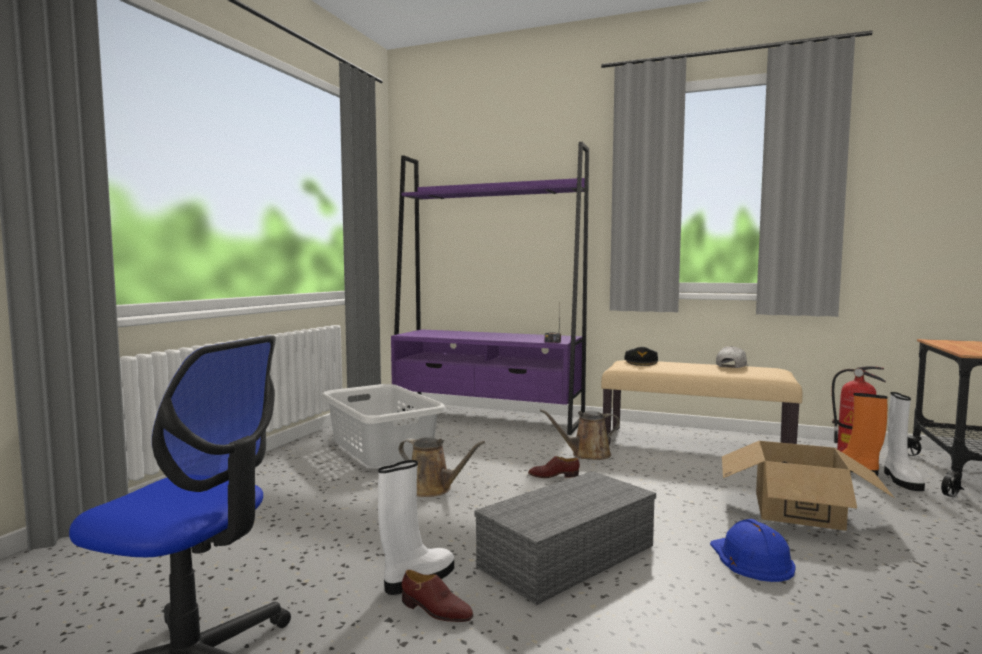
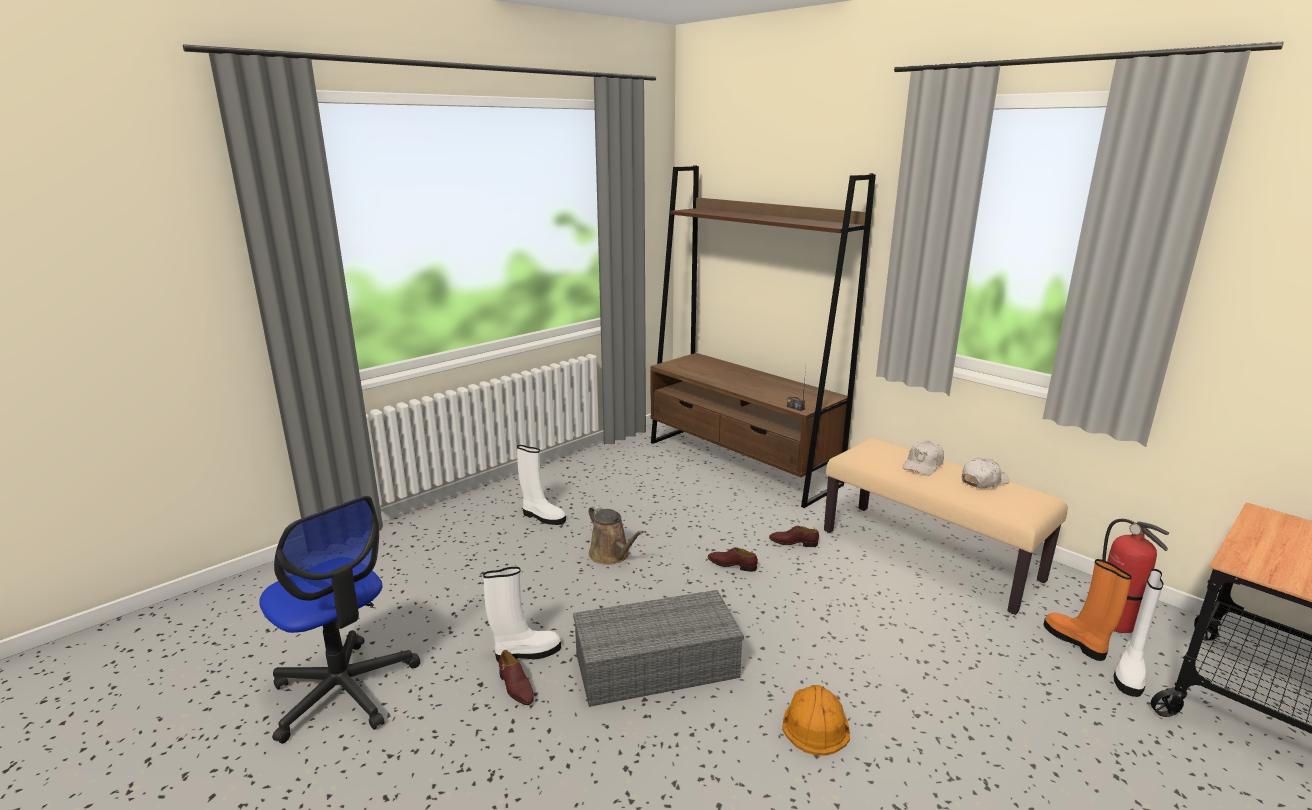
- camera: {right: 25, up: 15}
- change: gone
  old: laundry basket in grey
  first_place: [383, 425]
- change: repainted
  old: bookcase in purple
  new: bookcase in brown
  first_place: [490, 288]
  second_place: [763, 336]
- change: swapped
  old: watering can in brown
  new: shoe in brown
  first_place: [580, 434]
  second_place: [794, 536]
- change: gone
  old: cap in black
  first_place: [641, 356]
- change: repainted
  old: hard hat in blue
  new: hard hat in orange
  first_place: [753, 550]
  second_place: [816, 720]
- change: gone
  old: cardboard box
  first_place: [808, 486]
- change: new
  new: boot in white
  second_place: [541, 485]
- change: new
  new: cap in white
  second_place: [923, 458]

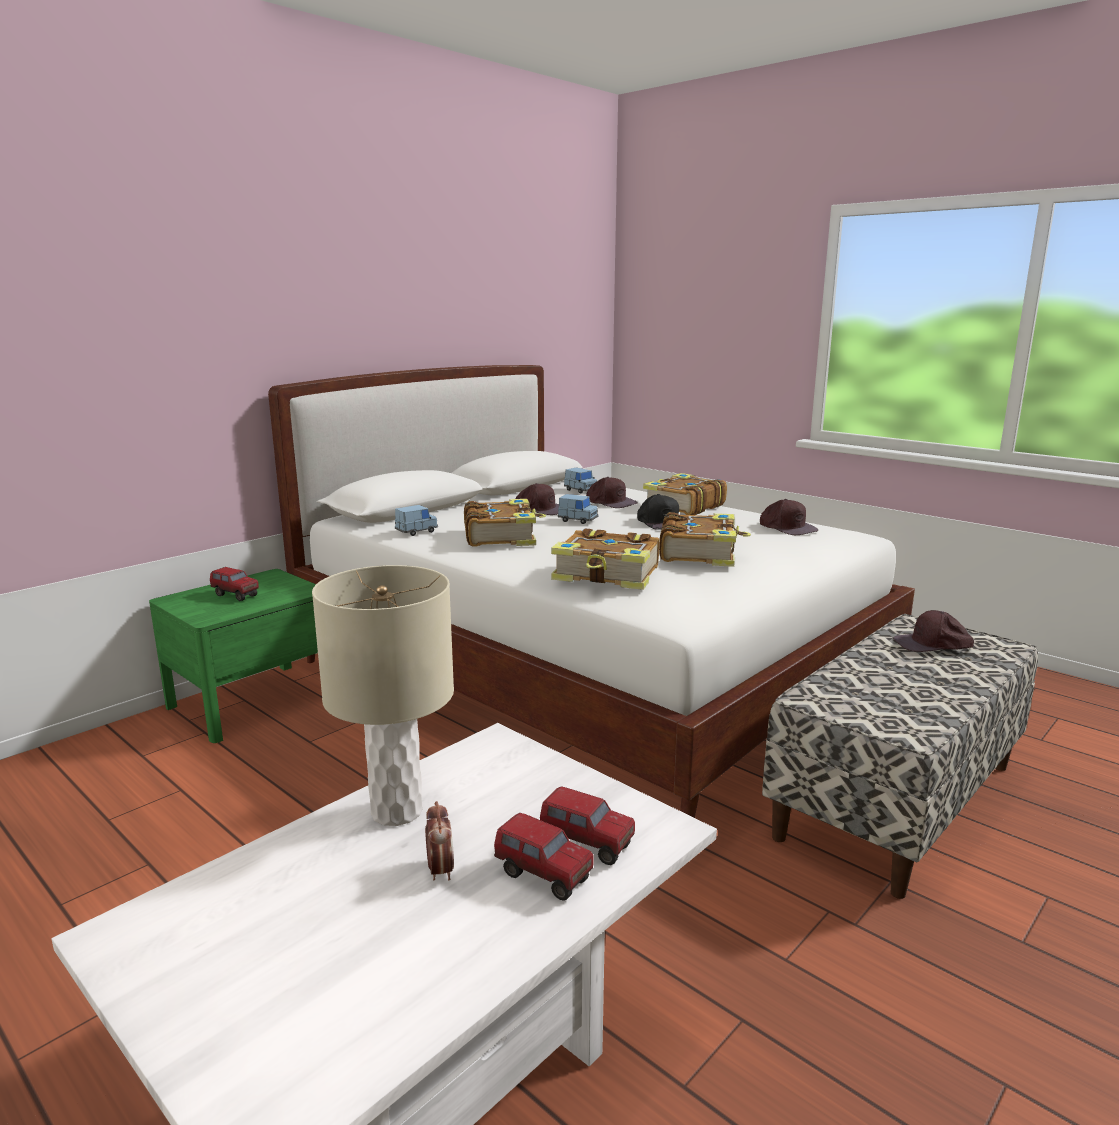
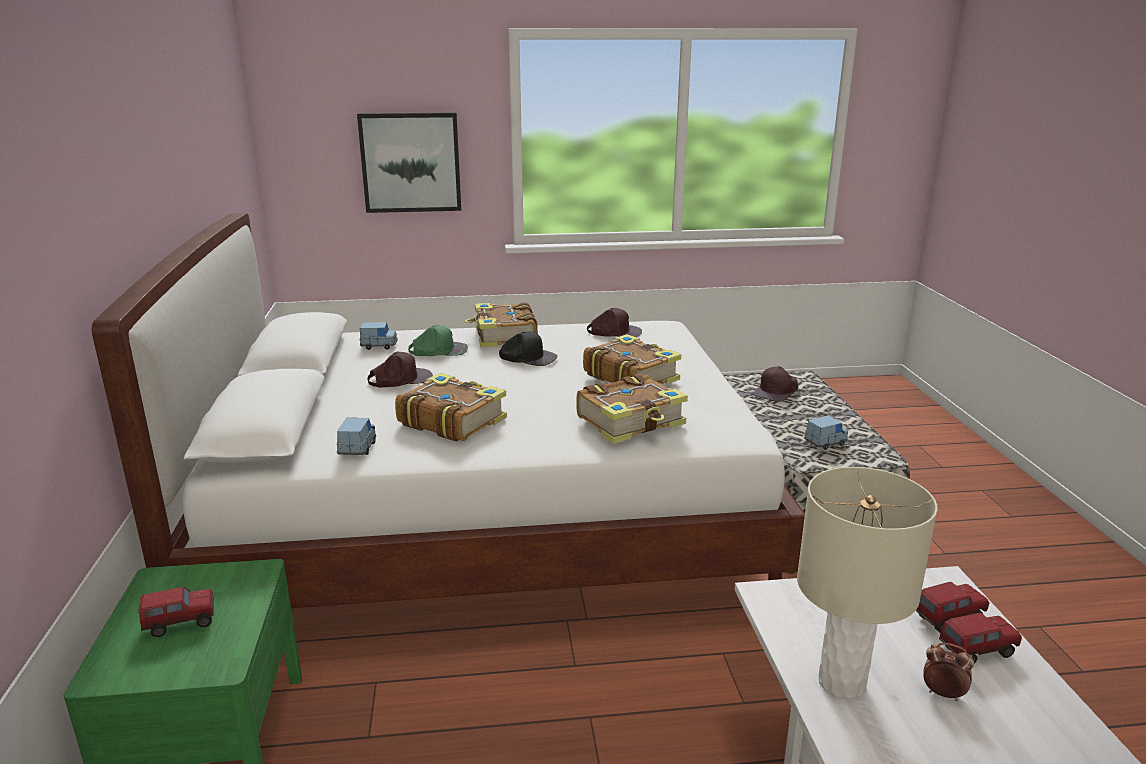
- camera: {right: -50, up: 5}
- change: shifted
  old: toy car in blue
  first_place: [578, 509]
  second_place: [826, 433]
- change: repainted
  old: cap in brown
  new: cap in green
  first_place: [612, 492]
  second_place: [438, 340]
- change: new
  new: picture
  second_place: [409, 162]

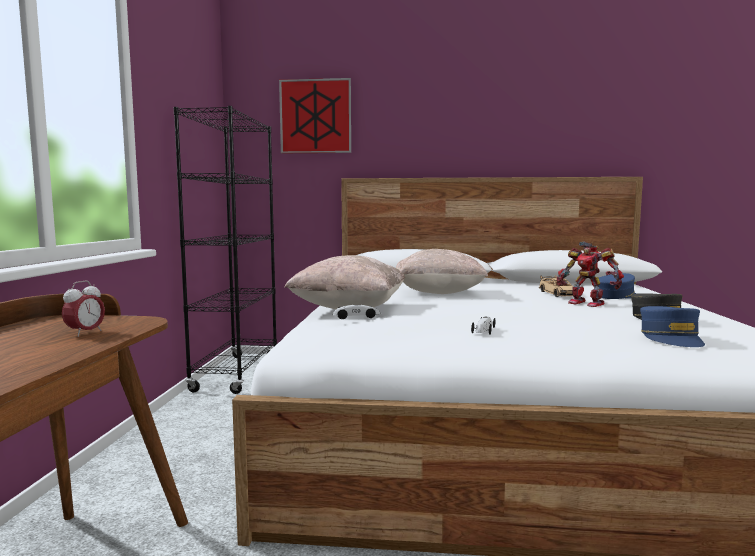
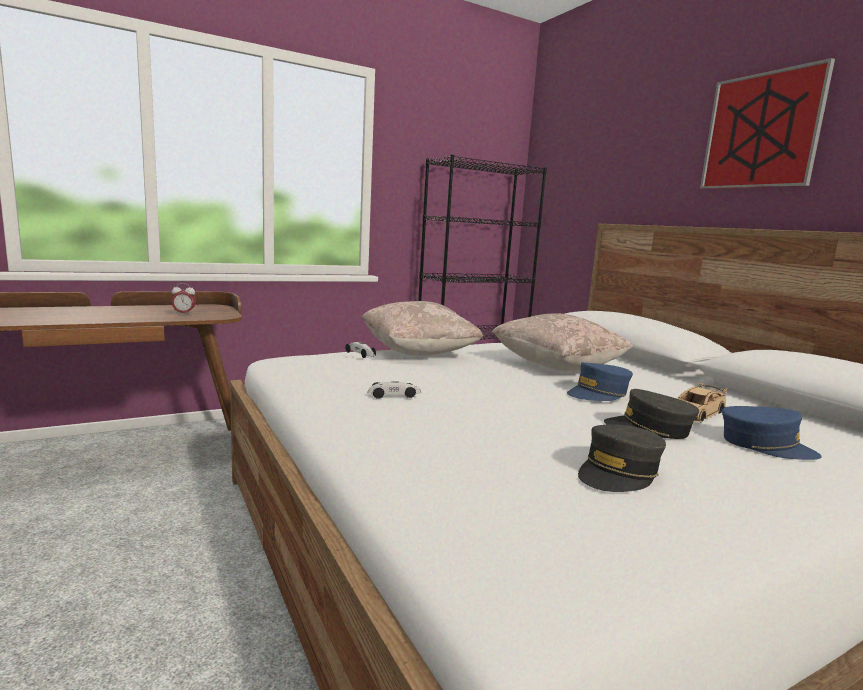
- camera: {right: 55, up: 5}
- change: shifted
  old: picture
  first_place: [315, 115]
  second_place: [767, 123]
- change: swapped
  old: toy robot
  new: cap in grey
  first_place: [590, 274]
  second_place: [651, 414]
- change: shifted
  old: cap in blue
  first_place: [672, 326]
  second_place: [600, 381]

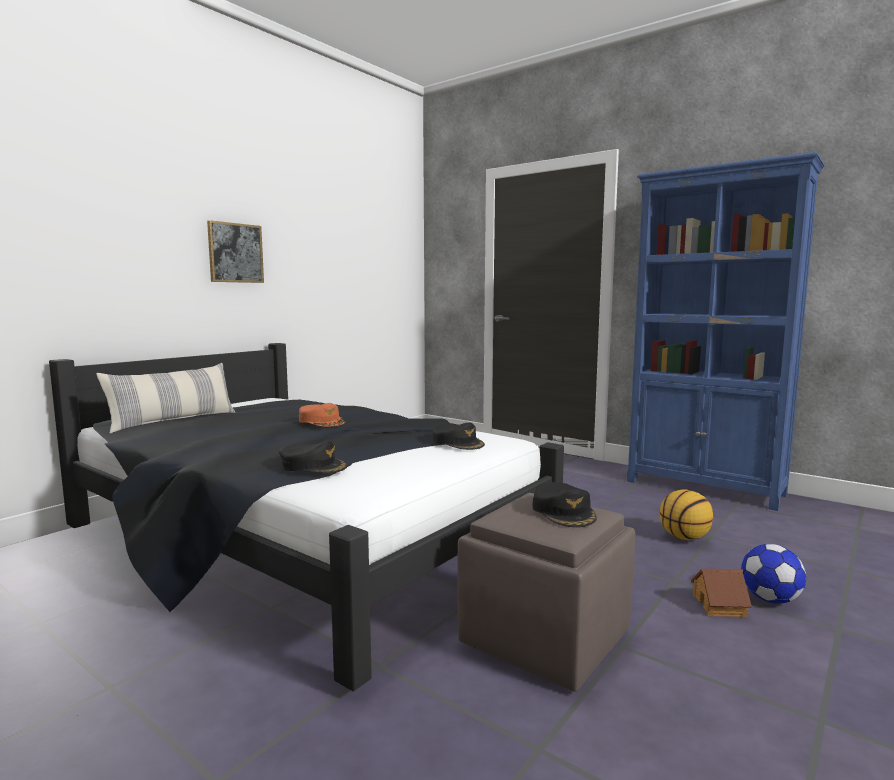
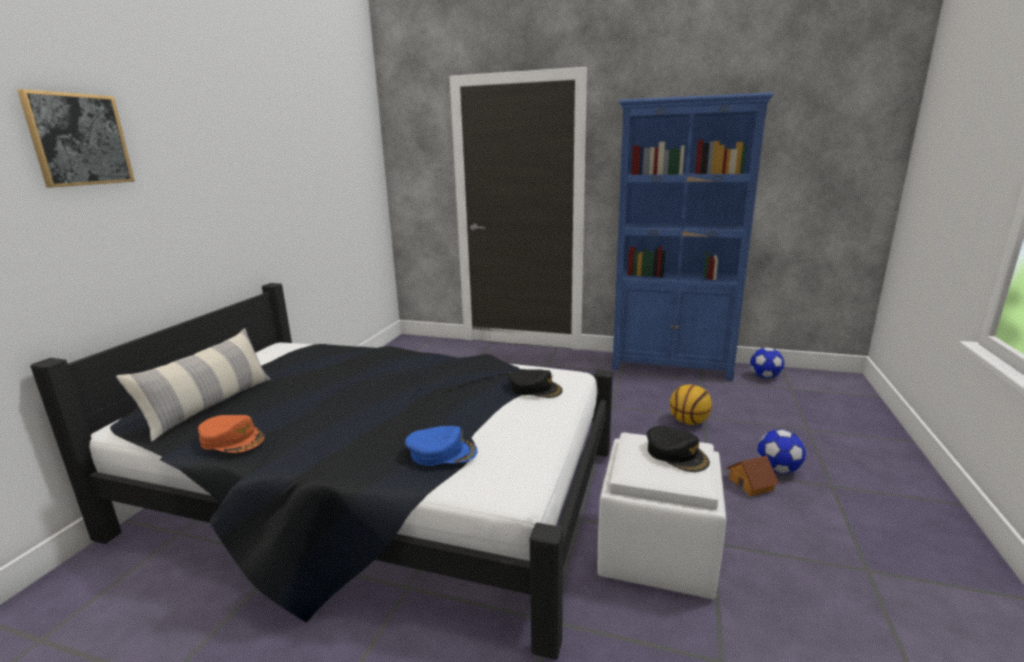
- camera: {right: -20, up: 10}
- change: shifted
  old: picture
  first_place: [235, 251]
  second_place: [76, 138]
- change: repainted
  old: cap in black
  new: cap in blue
  first_place: [313, 457]
  second_place: [441, 446]
- change: shifted
  old: cap in orange
  first_place: [322, 415]
  second_place: [231, 434]
- change: repainted
  old: ottoman in brown
  new: ottoman in white
  first_place: [546, 592]
  second_place: [662, 516]
- change: new
  new: football
  second_place: [767, 363]

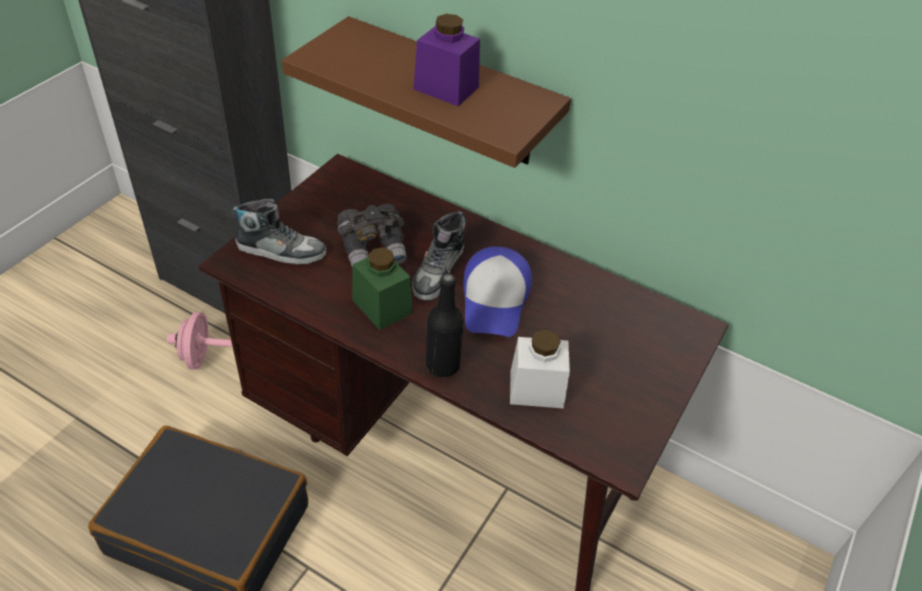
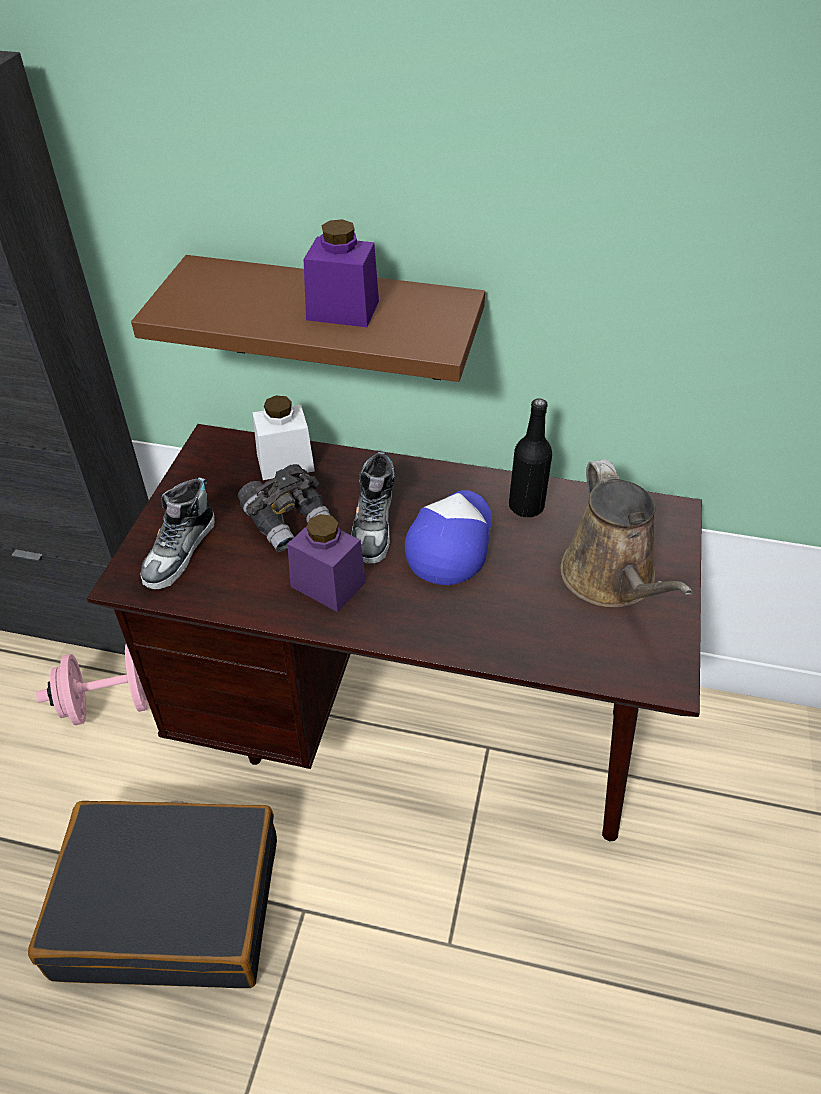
- camera: {right: -15, up: 0}
- change: rotated
  old: shoe
  first_place: [279, 231]
  second_place: [178, 533]
  degrees: 120
- change: repainted
  old: jar in green
  new: jar in purple
  first_place: [382, 288]
  second_place: [327, 563]
- change: shifted
  old: bottle in black
  first_place: [445, 325]
  second_place: [530, 458]
- change: rotated
  old: cap
  first_place: [497, 291]
  second_place: [448, 537]
  degrees: -150
- change: shifted
  old: jar in white
  first_place: [540, 369]
  second_place: [283, 438]
- change: new
  new: watering can in brown
  second_place: [626, 533]

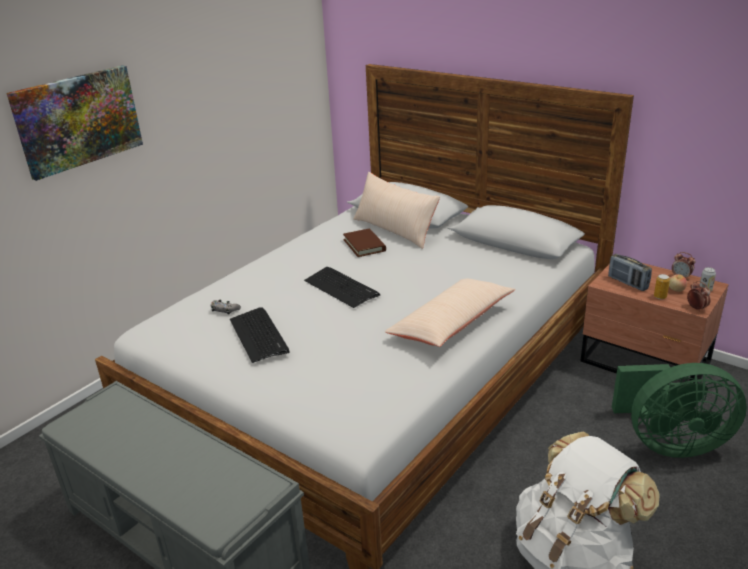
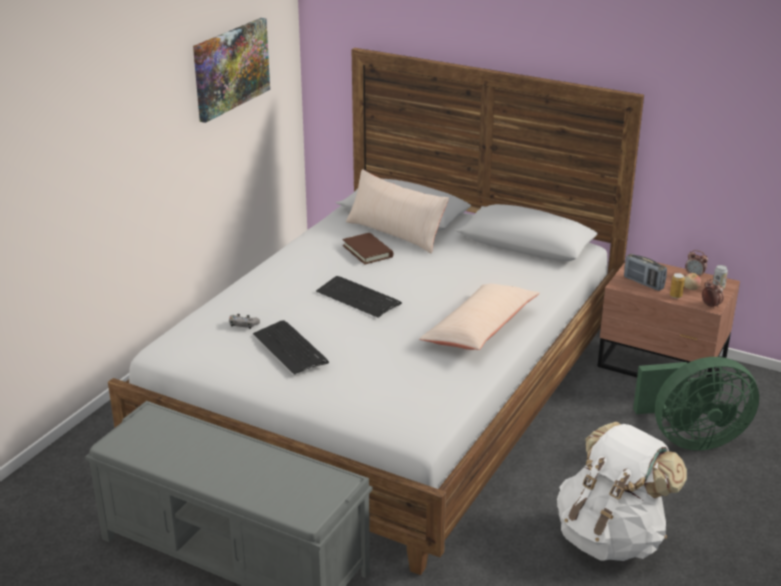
- camera: {right: -10, up: 0}
- change: shifted
  old: picture
  first_place: [74, 123]
  second_place: [231, 70]

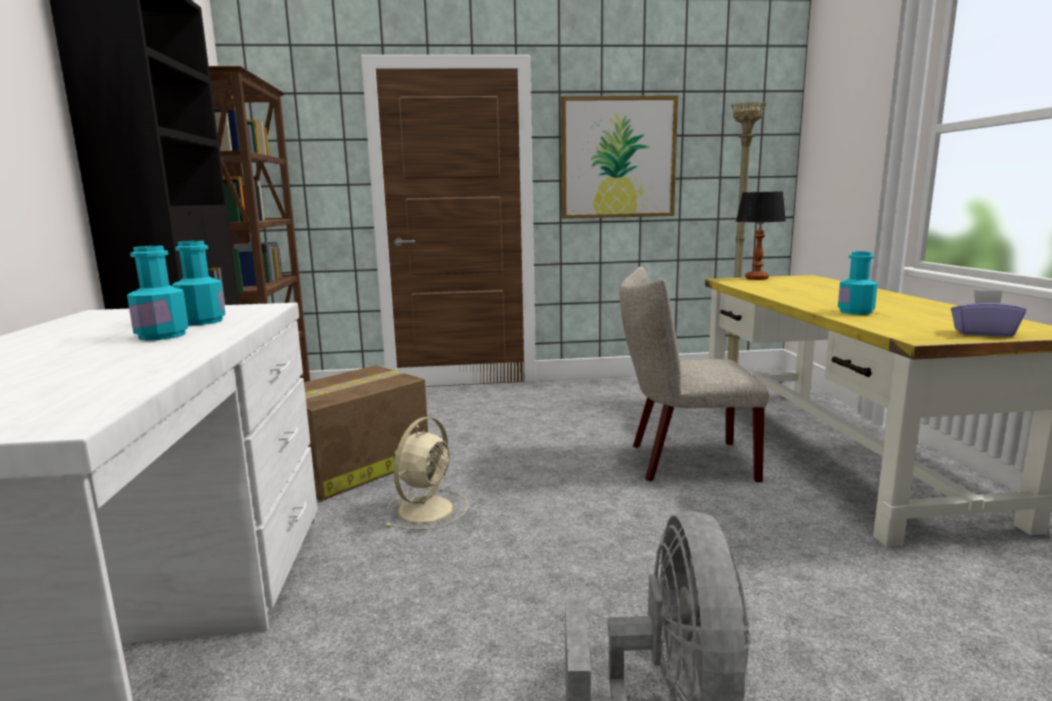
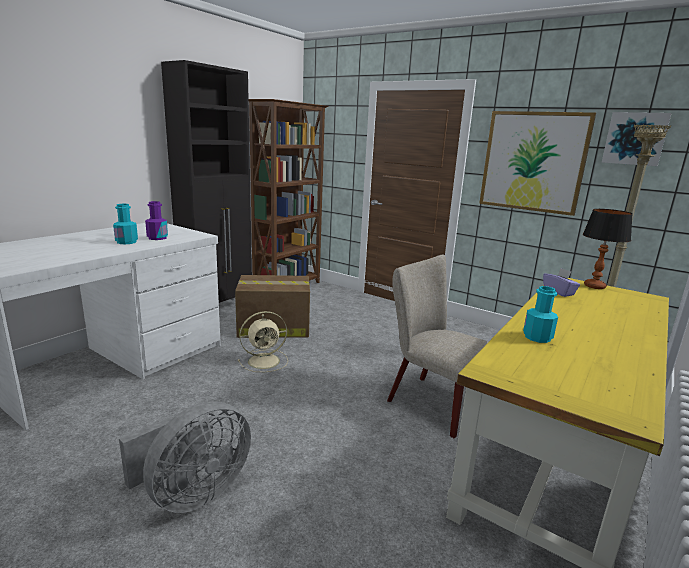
- camera: {right: 40, up: 5}
- change: repainted
  old: bottle in turquoise
  new: bottle in purple
  first_place: [198, 283]
  second_place: [156, 220]
- change: shifted
  old: tissue box in purple
  first_place: [988, 313]
  second_place: [561, 282]
- change: new
  new: picture
  second_place: [637, 139]

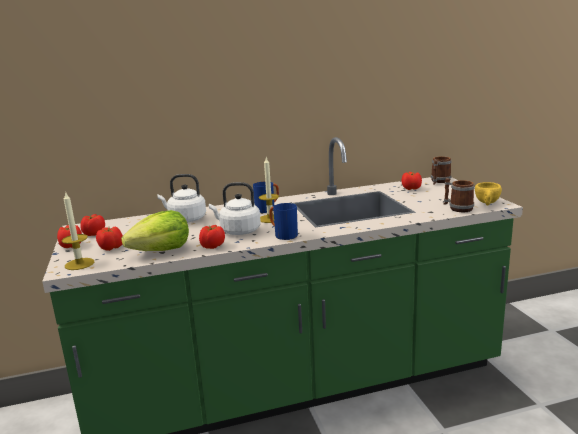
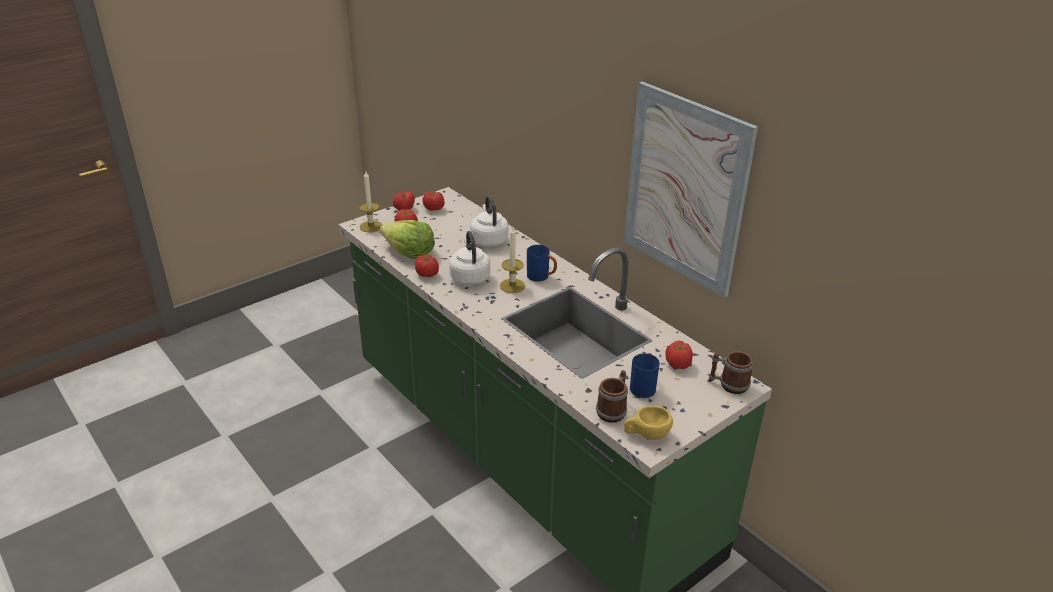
- camera: {right: 65, up: 15}
- change: shifted
  old: mug in blue
  first_place: [283, 221]
  second_place: [645, 375]
- change: new
  new: picture
  second_place: [691, 189]

